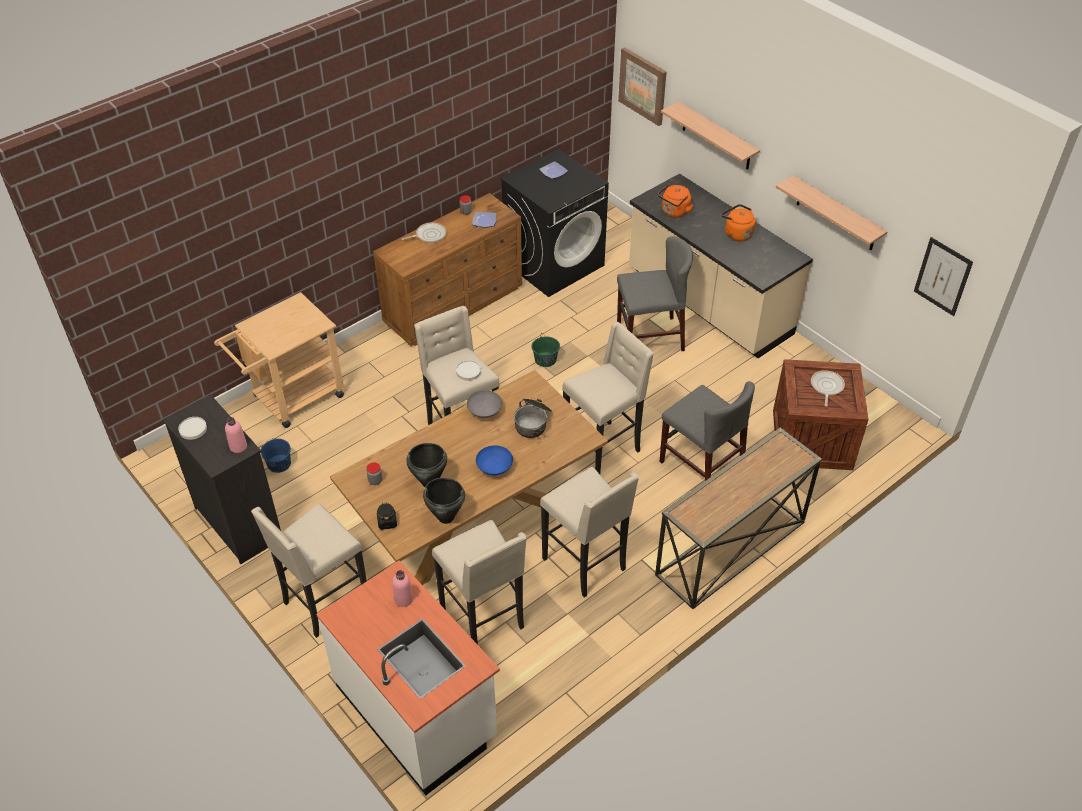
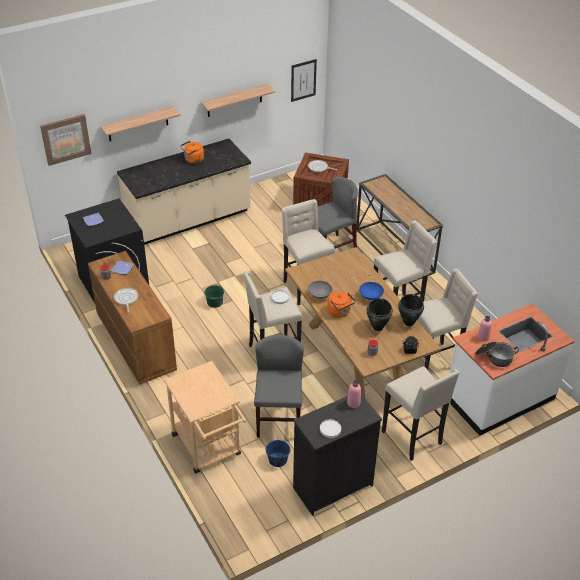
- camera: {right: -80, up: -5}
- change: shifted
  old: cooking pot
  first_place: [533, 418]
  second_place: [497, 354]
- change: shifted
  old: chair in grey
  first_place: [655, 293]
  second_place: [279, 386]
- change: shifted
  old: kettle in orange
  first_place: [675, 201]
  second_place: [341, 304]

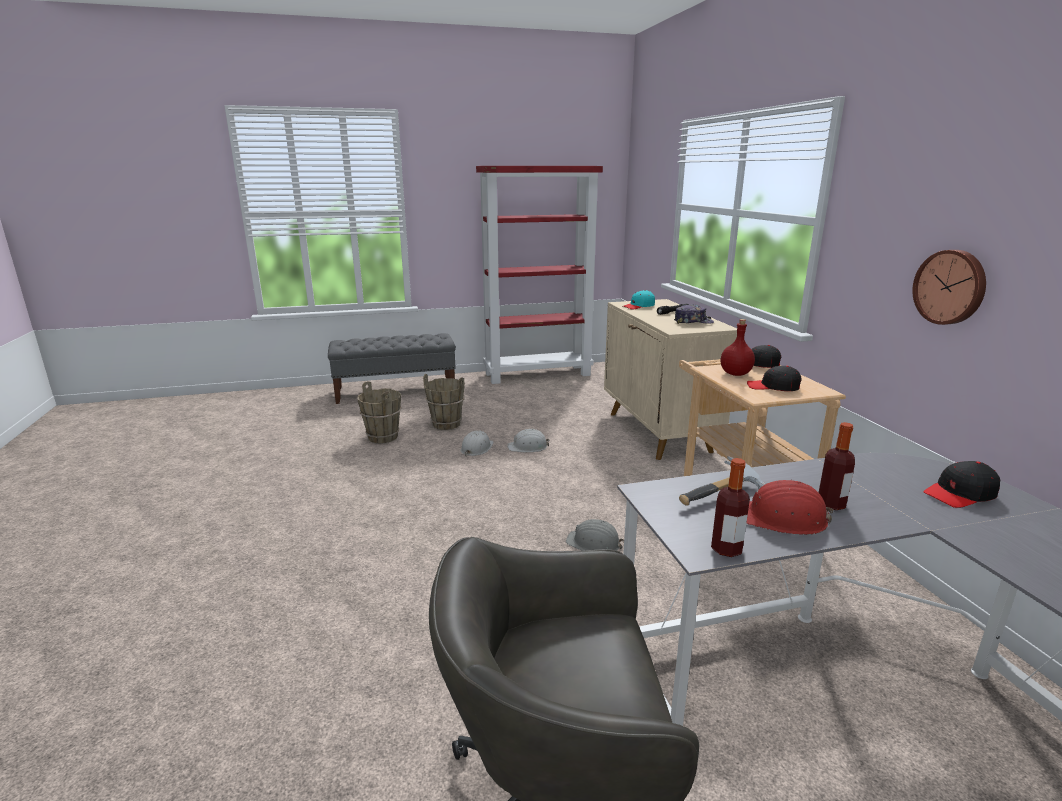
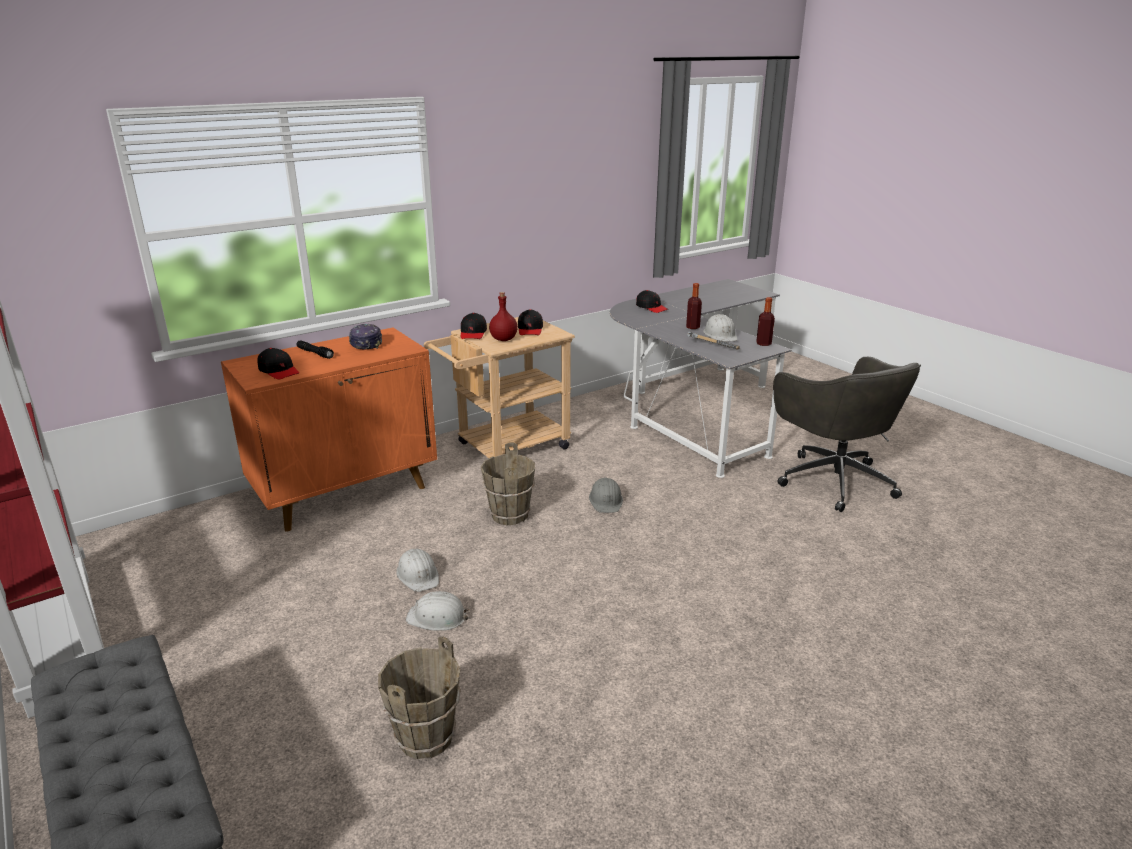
- camera: {right: -110, up: 5}
- change: shifted
  old: bucket in brown
  first_place: [444, 402]
  second_place: [508, 483]
- change: repainted
  old: cabinet in beige
  new: cabinet in orange
  first_place: [670, 379]
  second_place: [329, 430]
- change: repainted
  old: cap in turquoise
  new: cap in black
  first_place: [638, 300]
  second_place: [278, 363]
- change: repainted
  old: hard hat in red
  new: hard hat in white
  first_place: [790, 507]
  second_place: [720, 328]
- change: gone
  old: wall clock
  first_place: [949, 287]

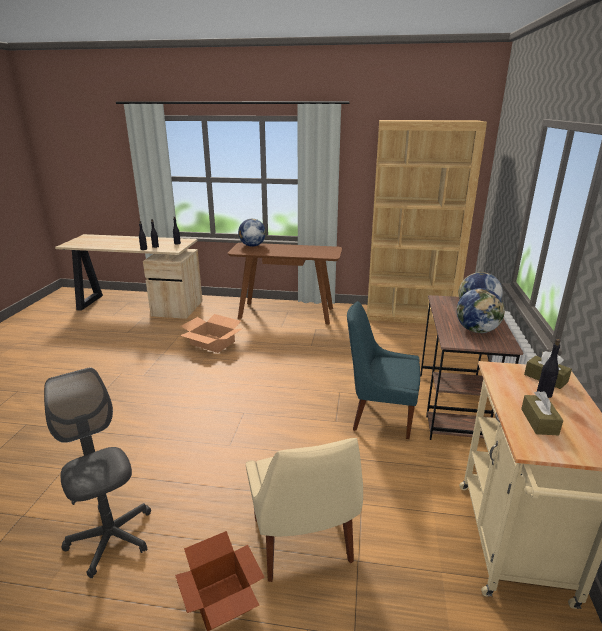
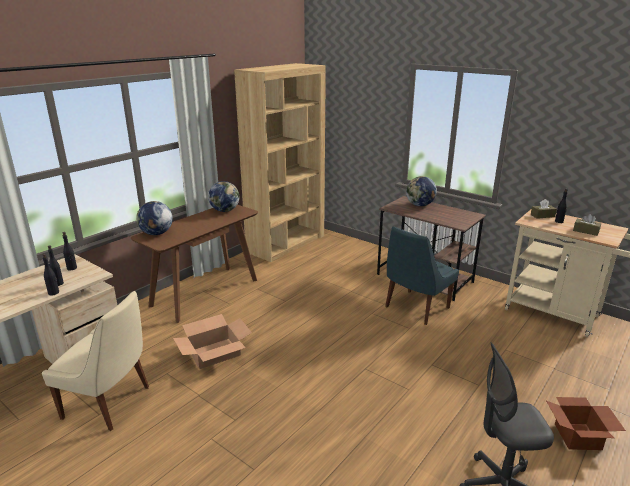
- camera: {right: -60, up: 0}
- change: shifted
  old: chair in beige
  first_place: [304, 510]
  second_place: [95, 361]
- change: shifted
  old: globe
  first_place: [481, 310]
  second_place: [223, 196]

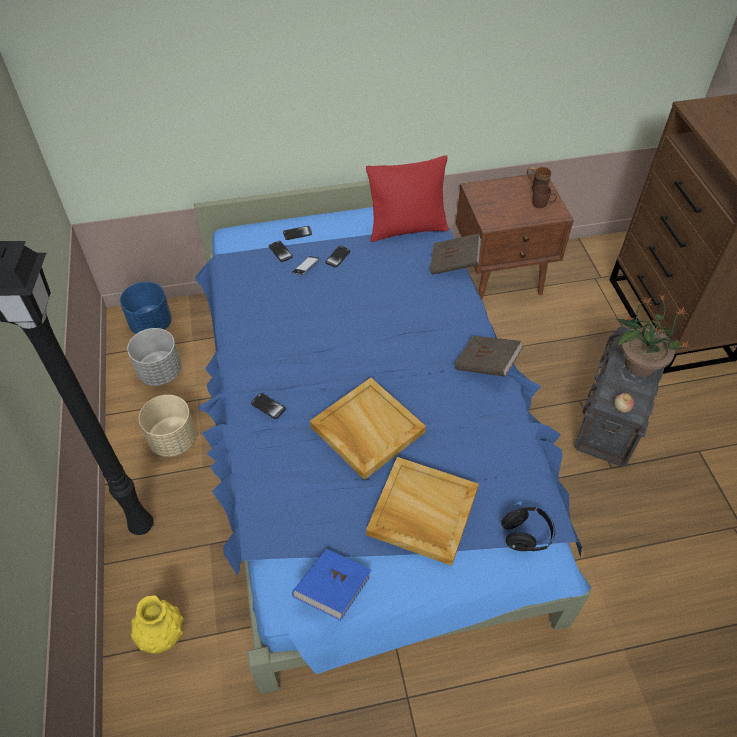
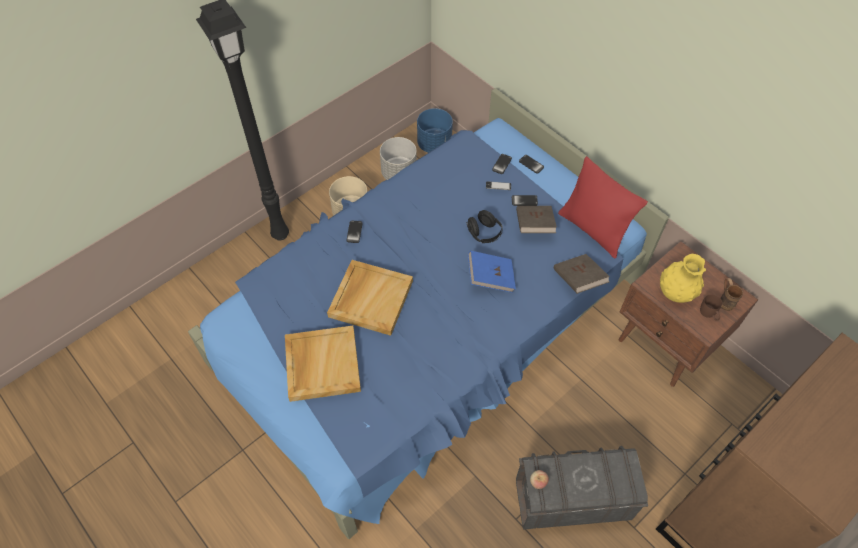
- camera: {right: 60, up: 5}
- change: shifted
  old: vase in yellow
  first_place: [157, 624]
  second_place: [683, 278]
- change: shifted
  old: book in blue
  first_place: [331, 585]
  second_place: [492, 272]
- change: shifted
  old: book in brown
  first_place: [489, 356]
  second_place: [536, 219]
- change: shifted
  old: headphones in black
  first_place: [528, 529]
  second_place: [484, 226]
- change: gone
  old: potted plant
  first_place: [653, 335]

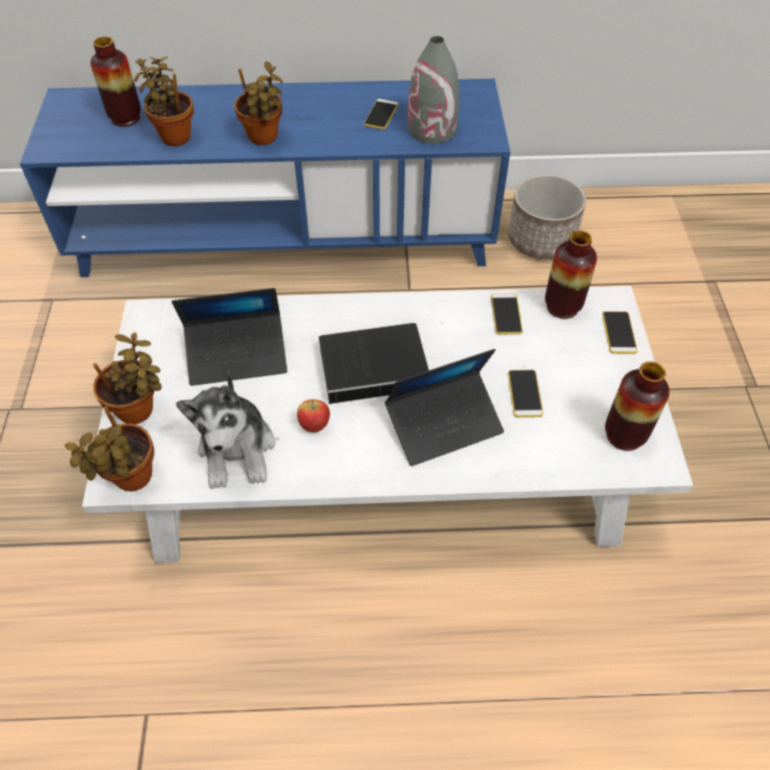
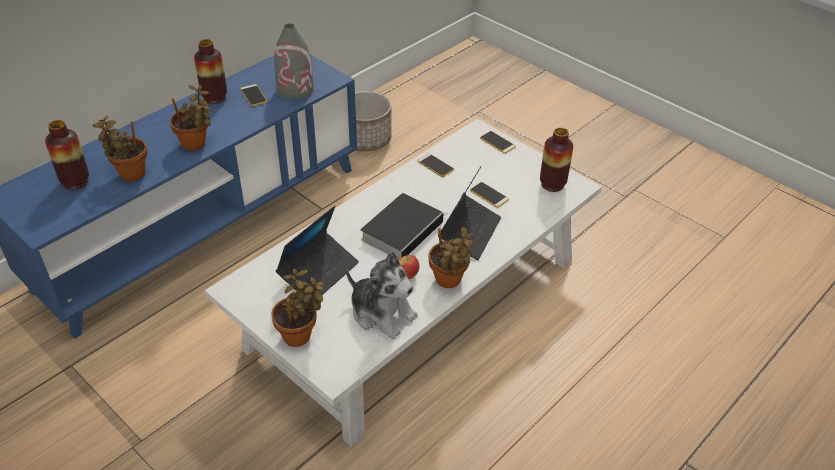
- camera: {right: -45, up: -10}
- change: shifted
  old: potted plant
  first_place: [109, 448]
  second_place: [451, 257]
- change: shifted
  old: vase
  first_place: [571, 274]
  second_place: [210, 71]

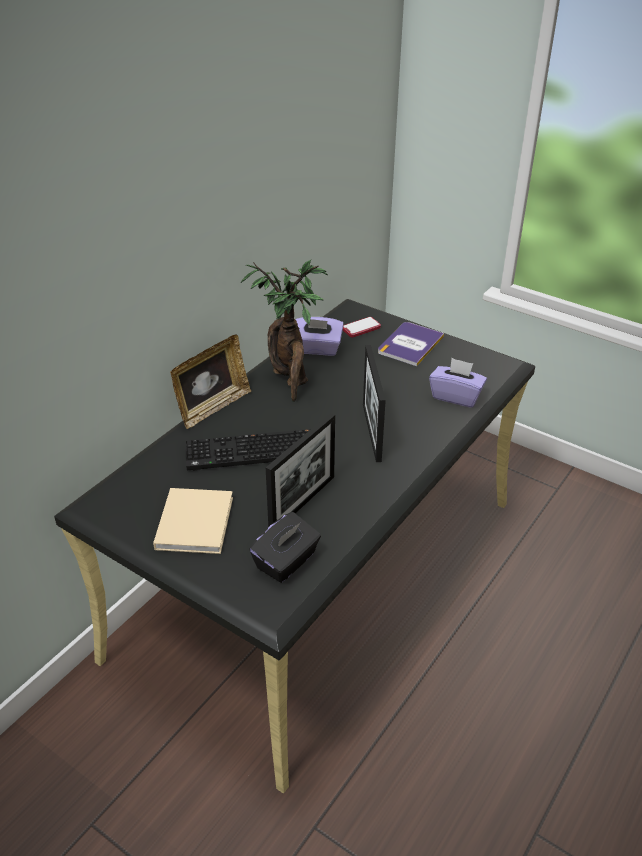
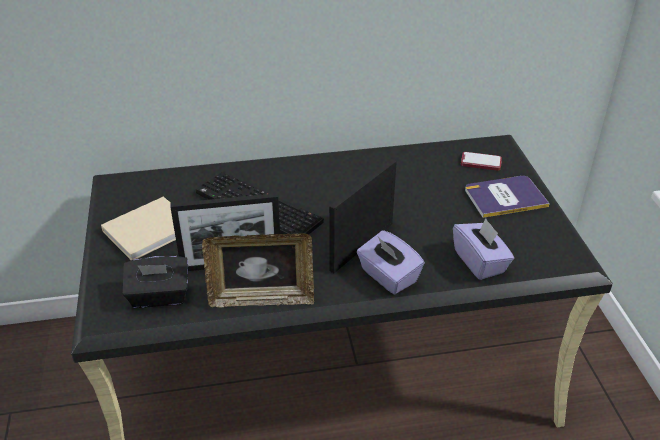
- camera: {right: 45, up: 0}
- change: shifted
  old: picture frame
  first_place: [210, 381]
  second_place: [258, 270]
- change: gone
  old: potted plant
  first_place: [284, 331]
- change: shifted
  old: tissue box in purple
  first_place: [320, 336]
  second_place: [391, 262]

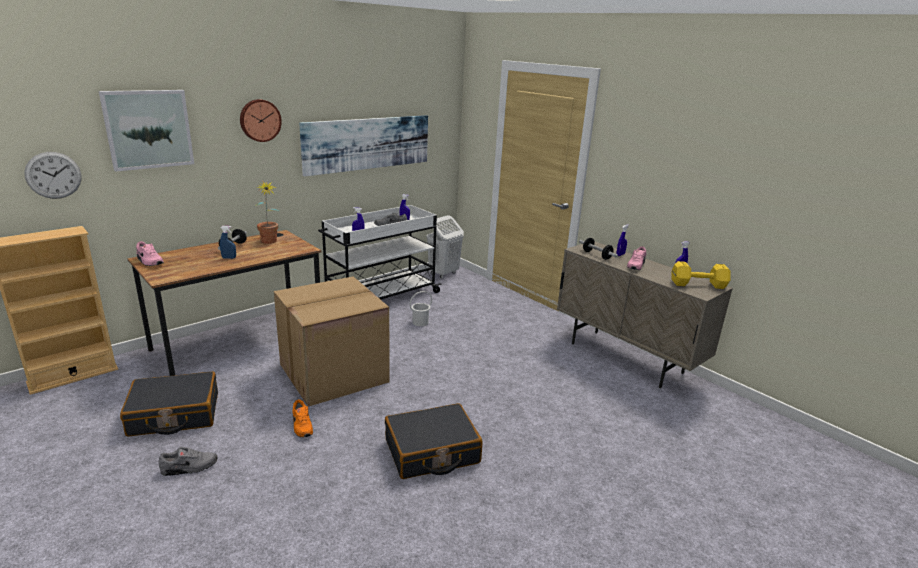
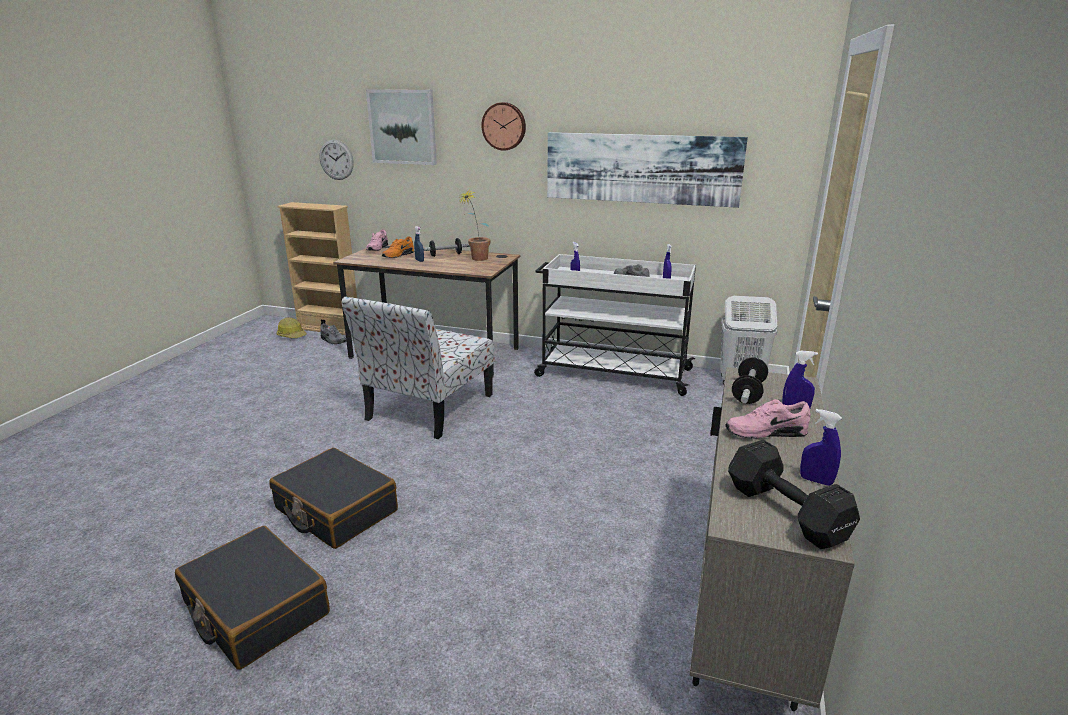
- camera: {right: 60, up: 0}
- change: shifted
  old: suitcase in black
  first_place: [169, 404]
  second_place: [252, 598]
- change: shifted
  old: shoe in grey
  first_place: [187, 461]
  second_place: [333, 333]
- change: swapped
  old: cardboard box
  new: chair
  first_place: [331, 341]
  second_place: [418, 367]
- change: shifted
  old: shoe in orange
  first_place: [302, 418]
  second_place: [398, 247]
- change: gone
  old: bucket in white
  first_place: [421, 308]
- change: repainted
  old: dumbbell in yellow
  new: dumbbell in black
  first_place: [701, 275]
  second_place: [794, 494]
- change: new
  new: hard hat
  second_place: [291, 327]

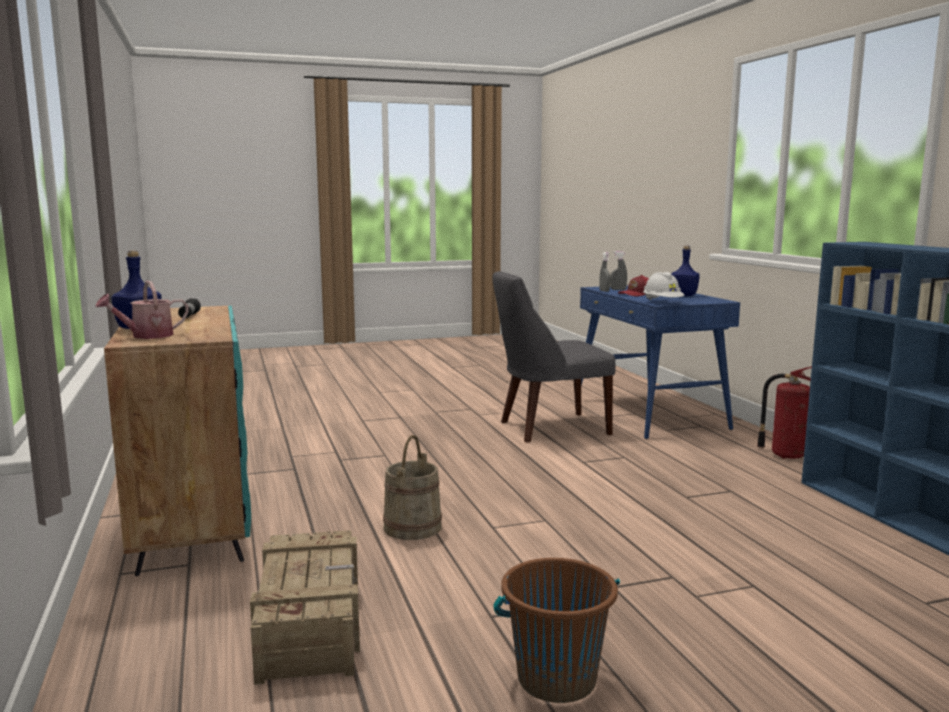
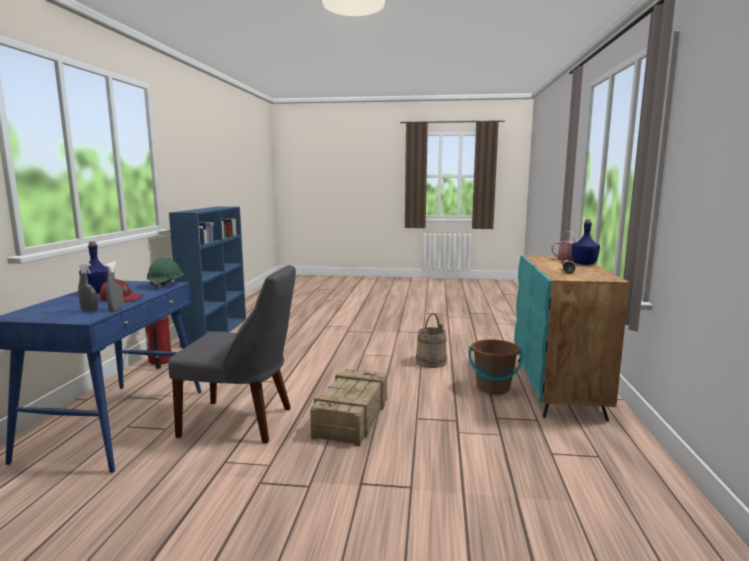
- camera: {right: -155, up: 0}
- change: shifted
  old: crate
  first_place: [305, 607]
  second_place: [348, 407]
- change: shifted
  old: bucket in brown
  first_place: [556, 630]
  second_place: [496, 367]
- change: repainted
  old: hard hat in white
  new: hard hat in green
  first_place: [663, 286]
  second_place: [165, 273]

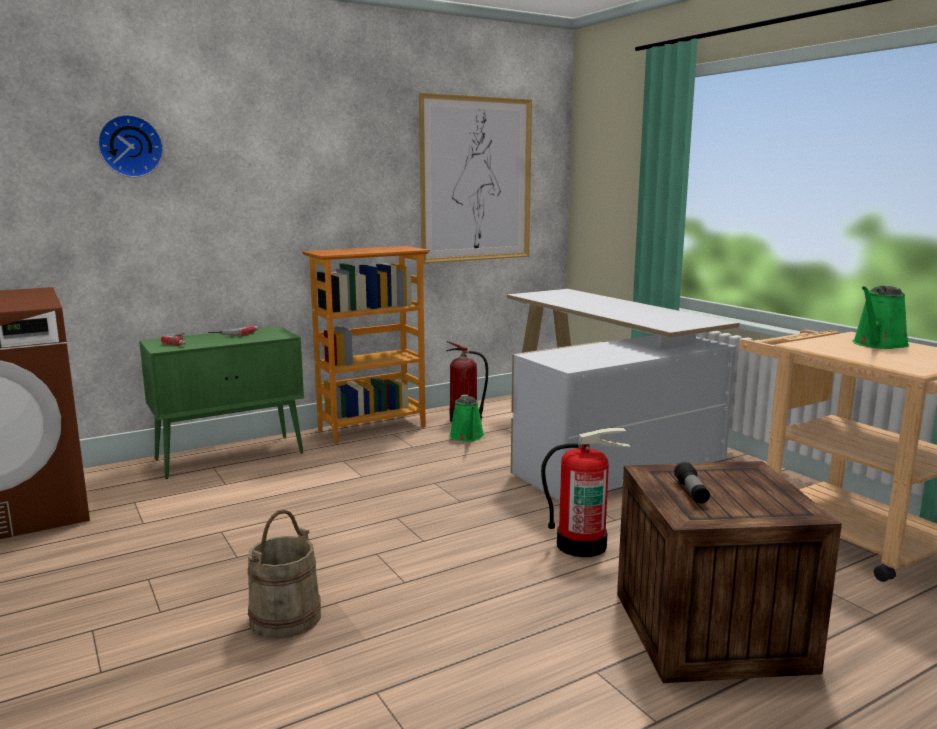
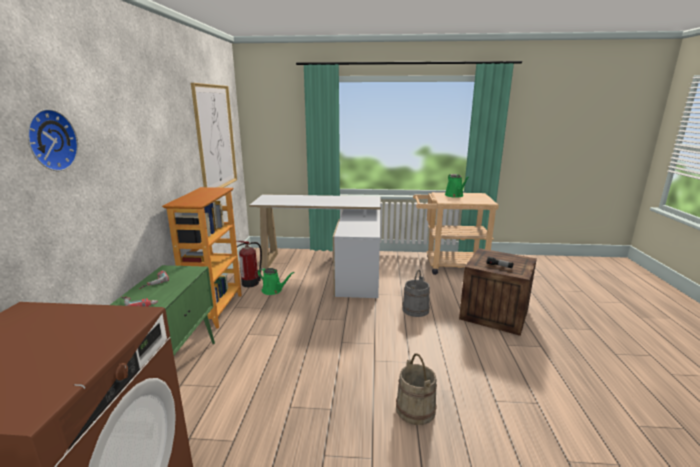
- camera: {right: -55, up: 5}
- change: swapped
  old: fire extinguisher
  new: bucket in grey
  first_place: [586, 492]
  second_place: [416, 293]

